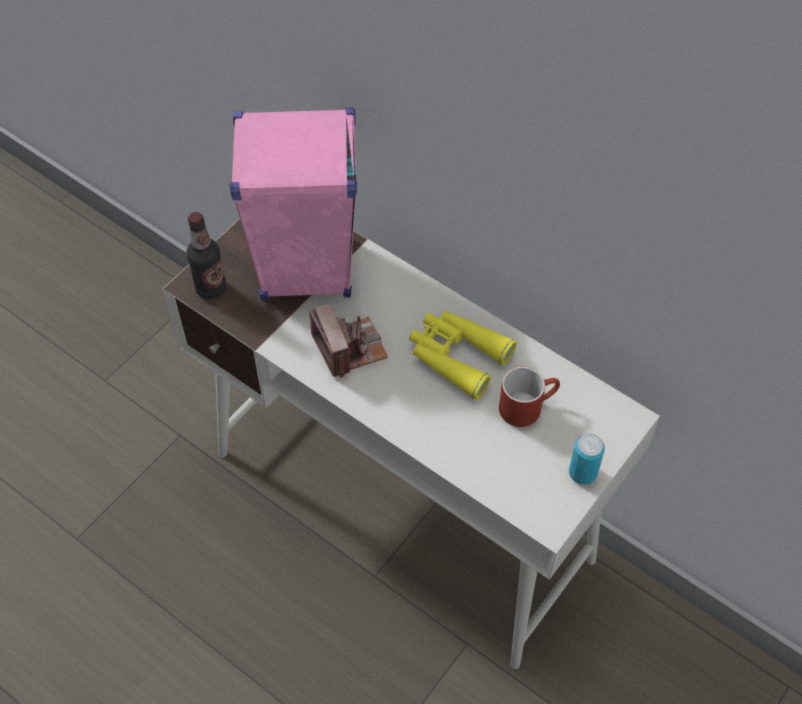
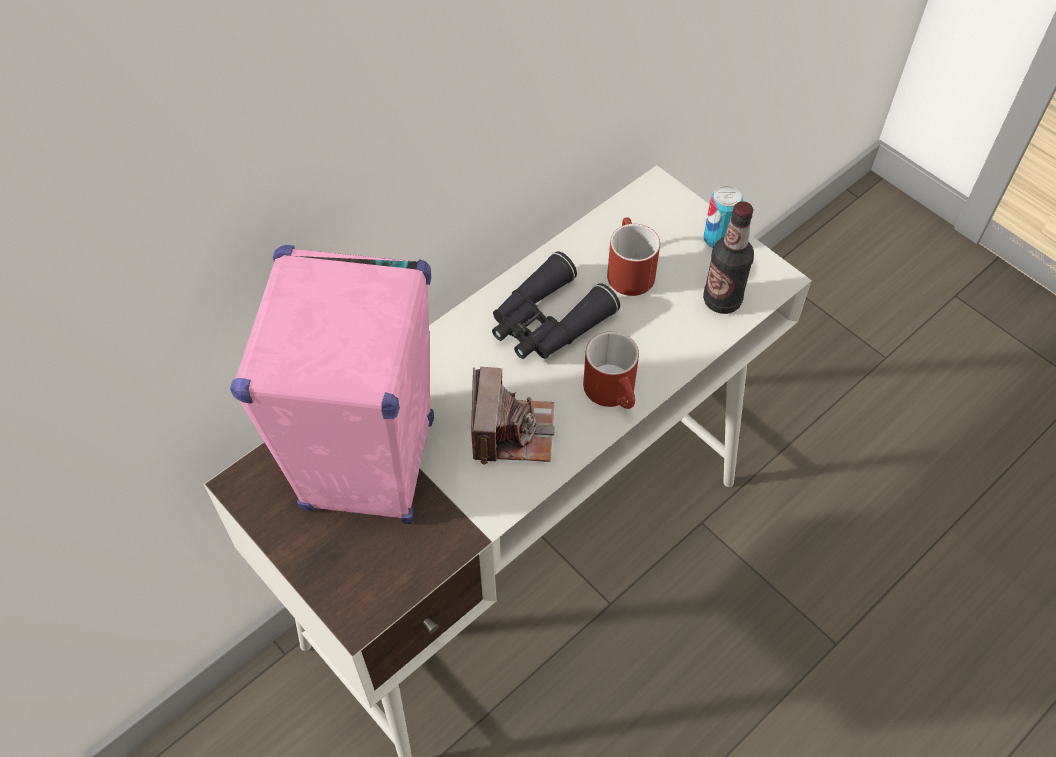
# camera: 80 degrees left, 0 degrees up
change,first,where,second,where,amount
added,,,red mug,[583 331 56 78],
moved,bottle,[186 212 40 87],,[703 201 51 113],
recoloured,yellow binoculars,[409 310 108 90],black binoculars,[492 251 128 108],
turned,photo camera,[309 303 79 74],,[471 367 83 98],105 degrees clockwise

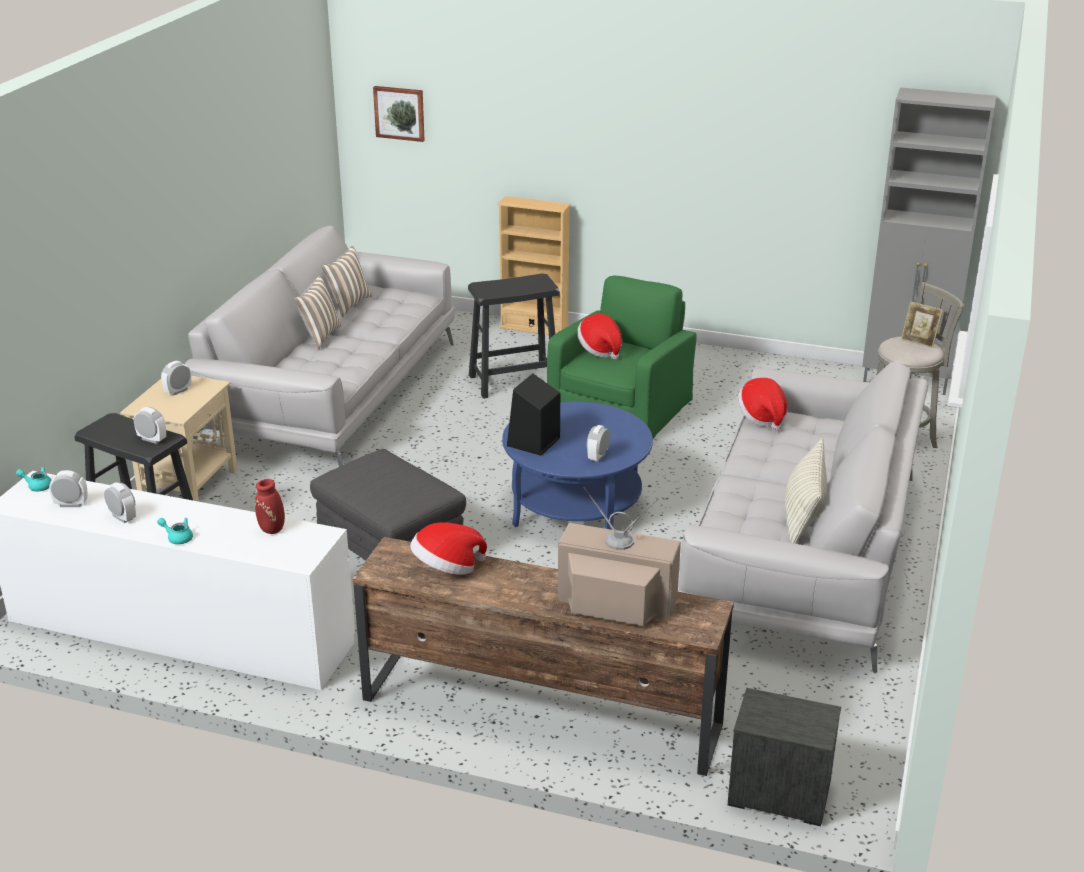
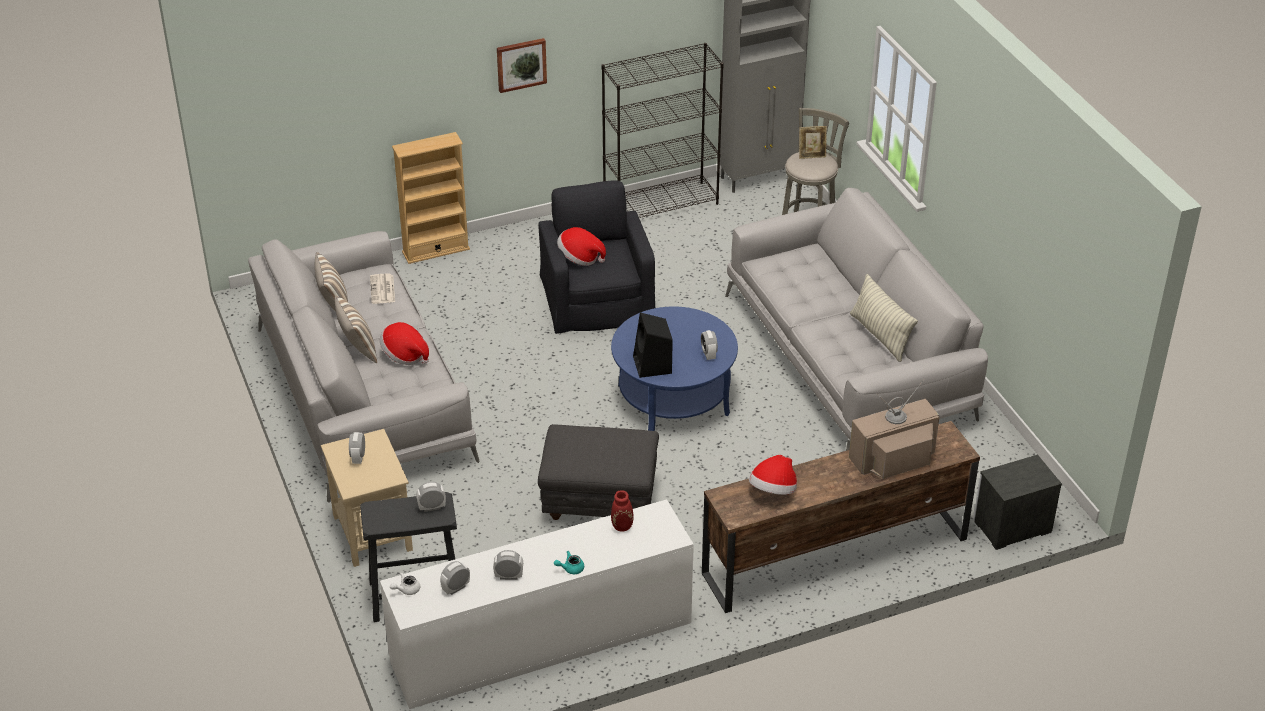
# camera: 40 degrees left, 10 degrees up
change,first,where,second,where,amount
removed,black stool,[468 274 92 125],,,
added,,,newspaper,[370 273 25 31],
added,,,black bookcase,[602 43 122 175],
moved,picture,[373 86 51 56],,[497 38 50 55],
moved,hat,[738 378 50 53],,[380 322 49 43],
recoloured,turquoise teapot,[16 467 35 24],white teapot,[390 572 30 23],
recoloured,green armchair,[547 276 150 163],black armchair,[539 181 116 153],

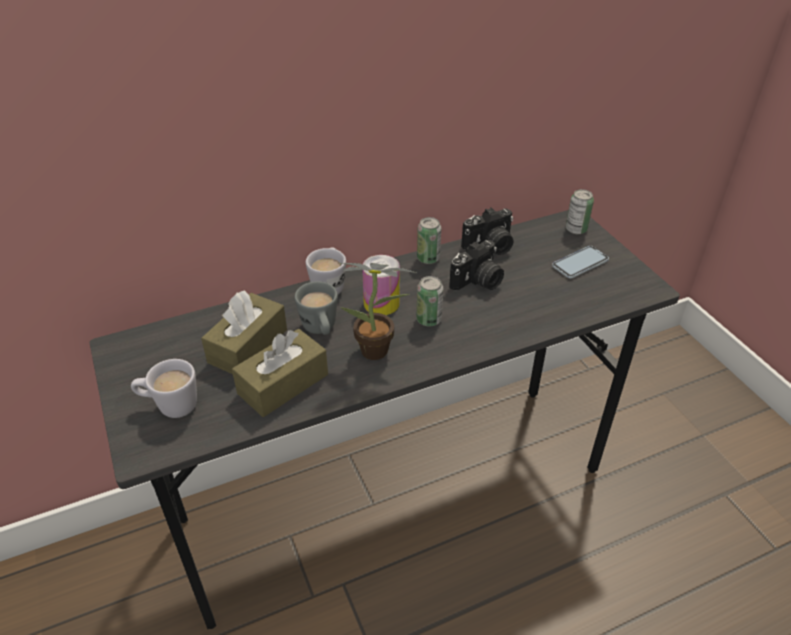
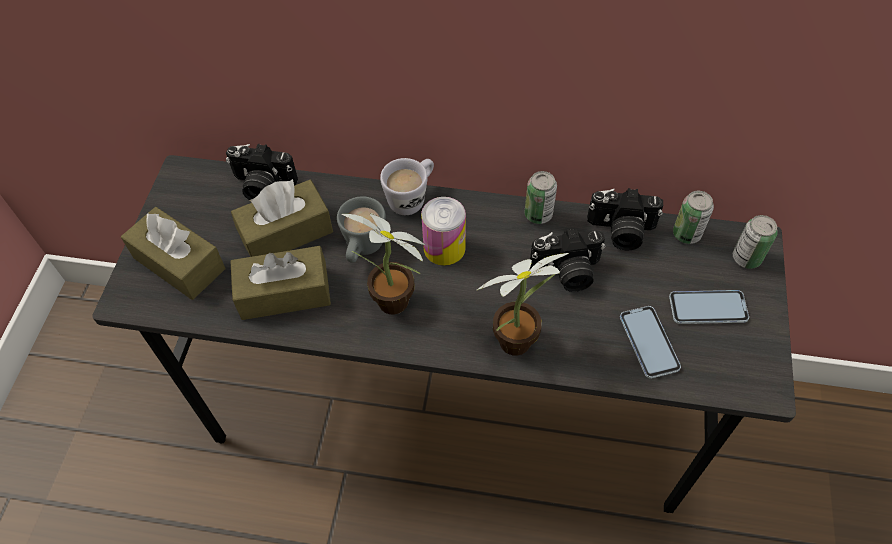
# camera: 35 degrees right, 15 degrees up
change,first,where,second,where,amount
added,,,photo camera,[226 144 72 56],
added,,,potted plant,[477 253 92 103],
added,,,phone,[620 306 61 73],
moved,can,[416 276 28 50],,[673 191 41 53],
replaced,white mug,[131 359 66 59],brown tissue box,[121 207 104 93],

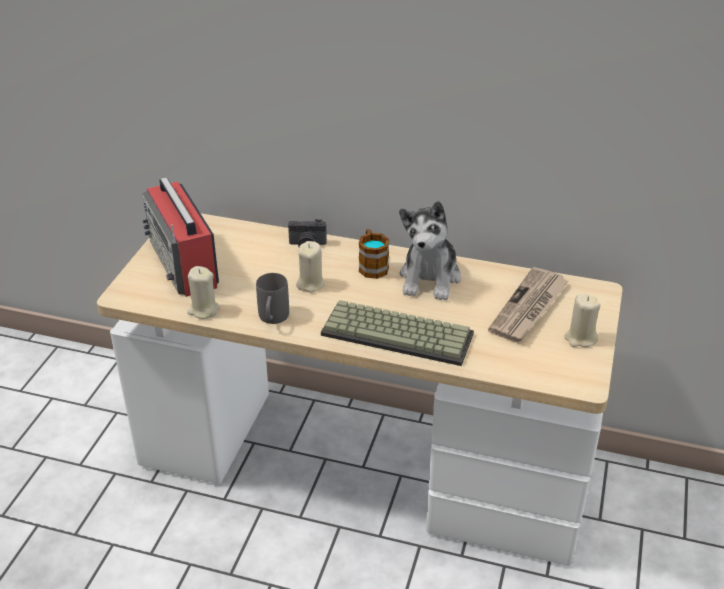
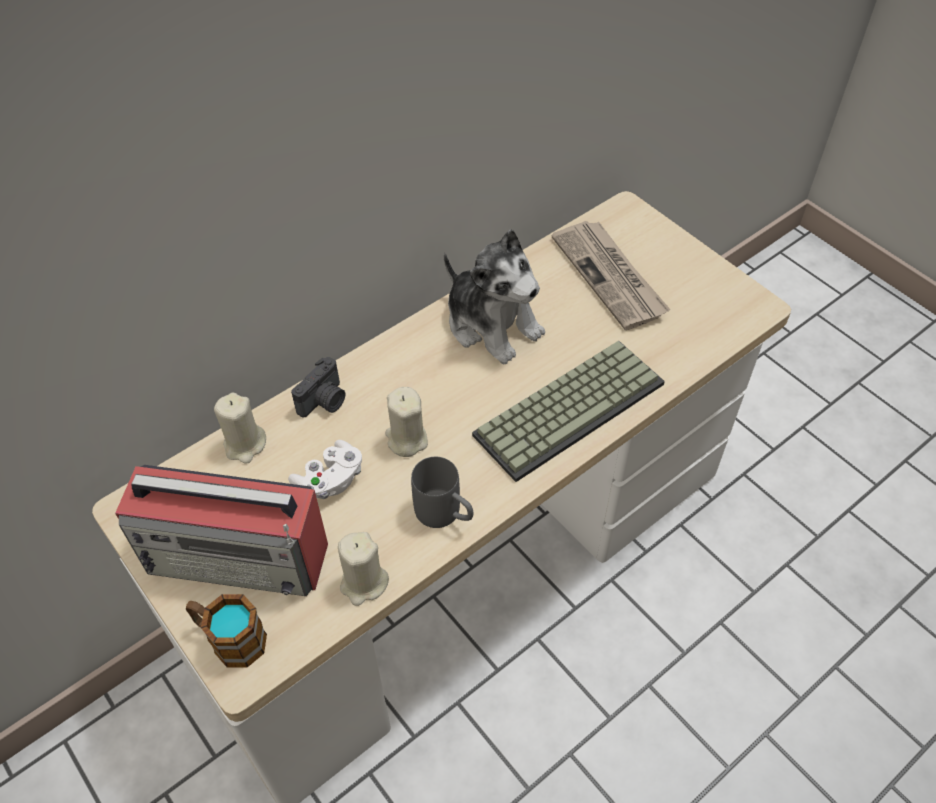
# camera: 55 degrees left, 15 degrees up
change,first,where,second,where,amount
added,,,white game controller,[288 440 74 59],
moved,mug,[359 229 31 50],,[186 594 81 73],
moved,beige candle,[564 294 37 53],,[214 393 52 71],

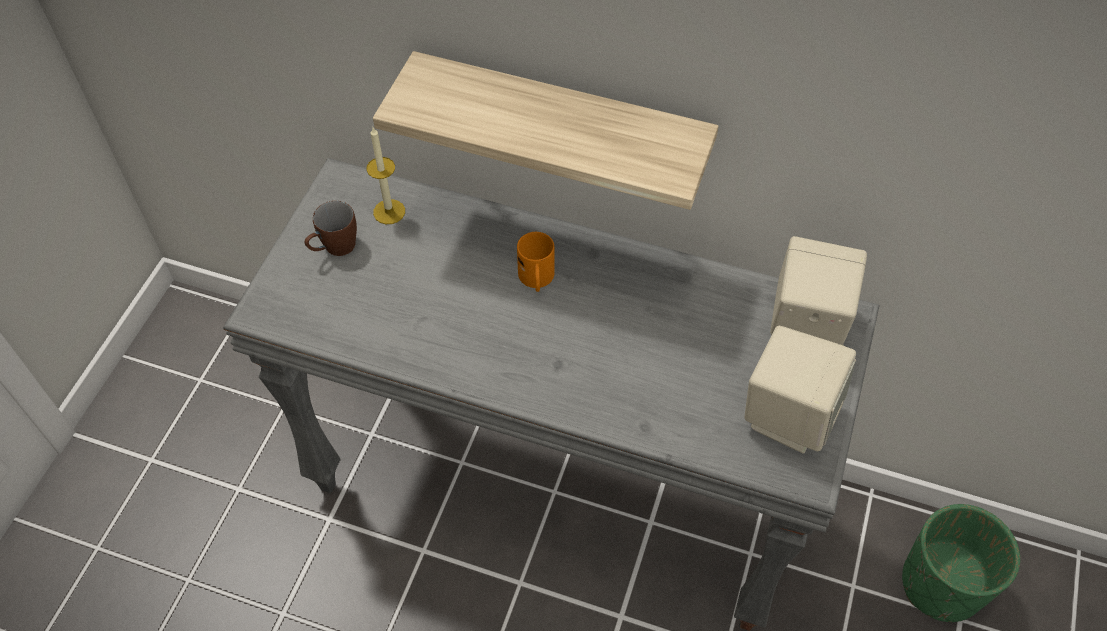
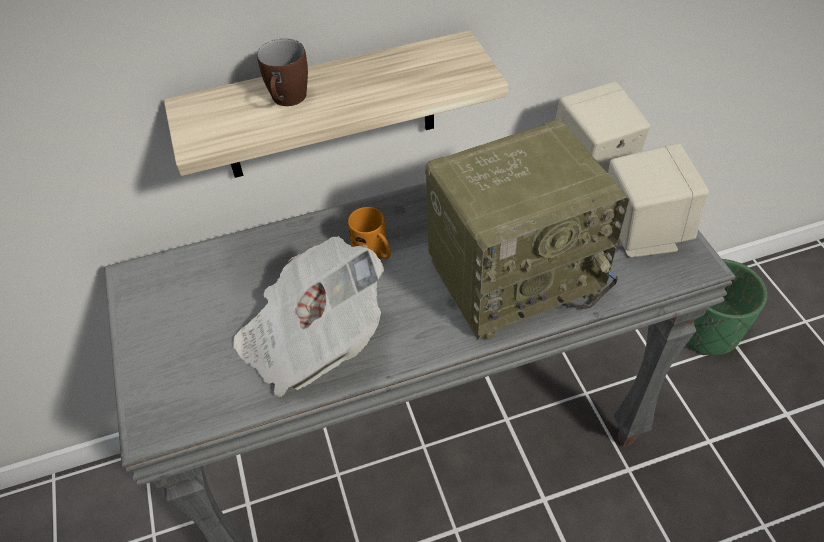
# camera: 35 degrees left, 5 degrees down
change,first,where,second,where,amount
removed,candle,[367 127 38 97],,,
added,,,newspaper,[233 236 151 161],
added,,,radio,[425 120 205 220],
moved,brown mug,[305 201 52 55],,[257 39 51 67],

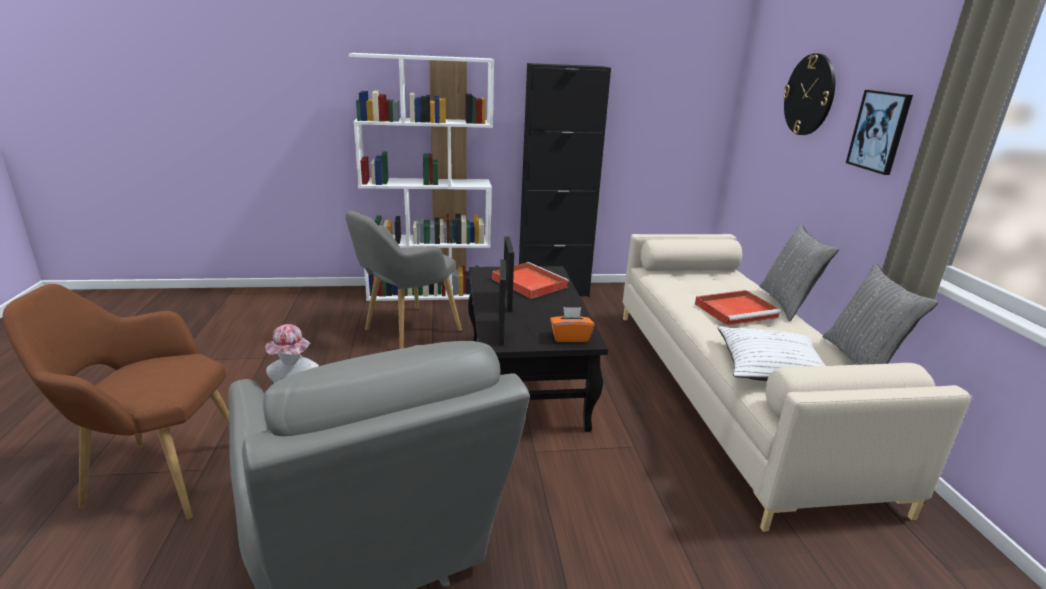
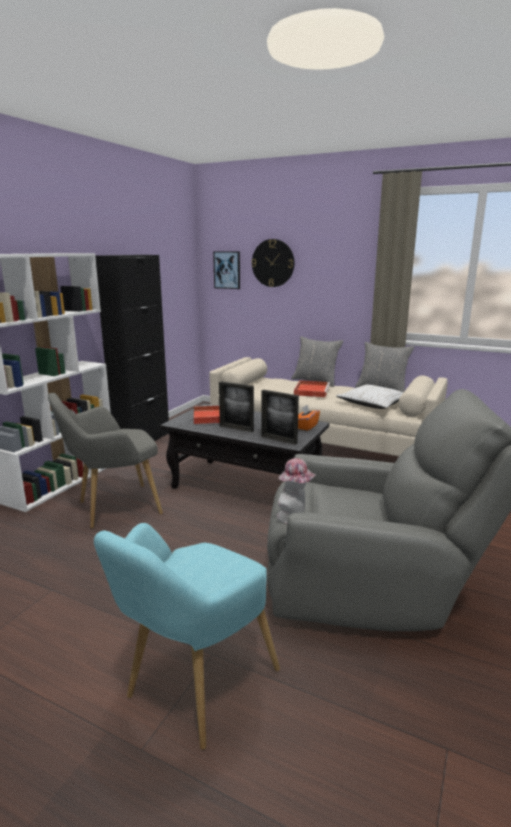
# camera: 55 degrees left, 5 degrees down
change,first,where,second,where,amount
moved,picture,[846 90 67 85],,[213 251 27 38],
recoloured,brown armchair,[3 284 226 235],turquoise armchair,[94 523 186 227],
turned,grey armchair,[345 211 117 138],,[48 393 115 135],75 degrees clockwise

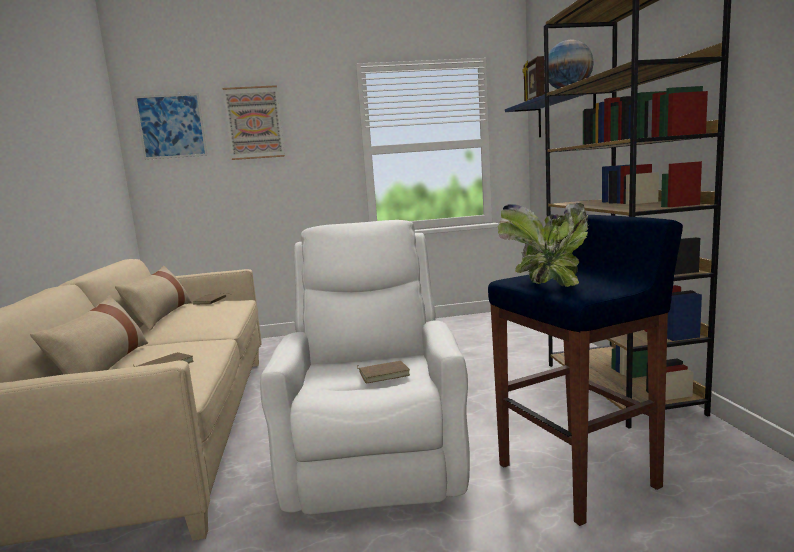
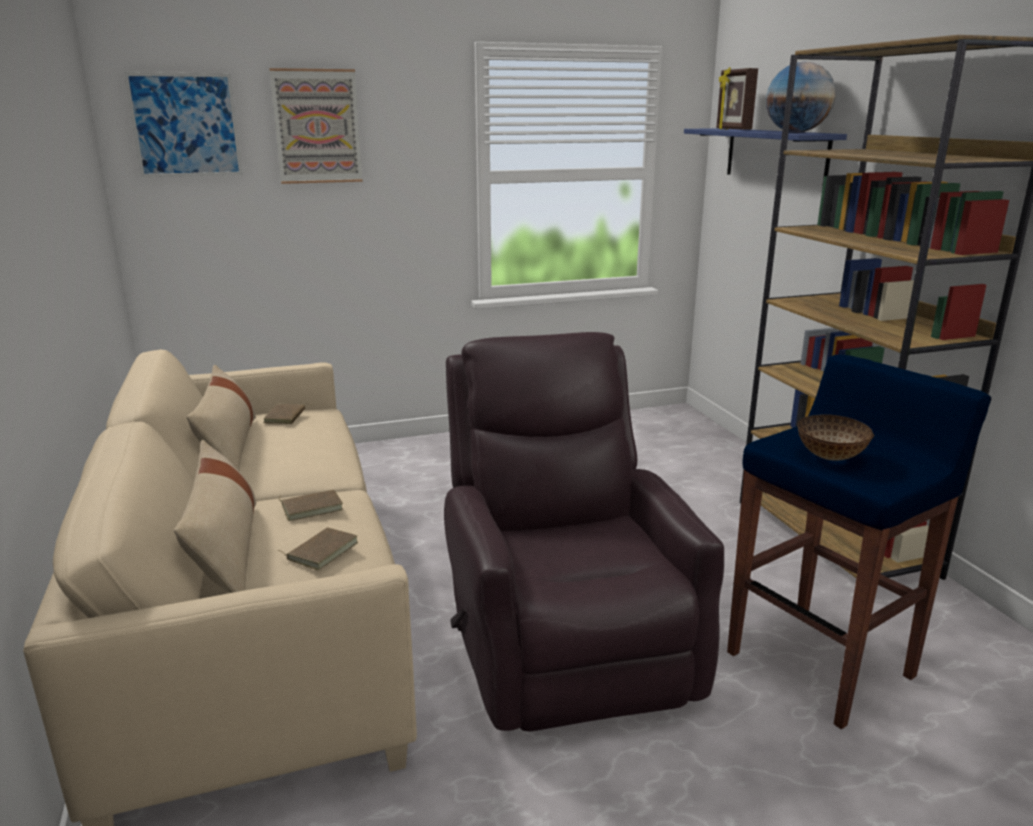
# camera: 10 degrees left, 10 degrees up
change,first,where,second,where,amount
moved,brown book,[357 361 53 22],,[279 490 64 31],
replaced,potted plant,[498 203 91 84],bowl,[798 414 76 47],
recoloured,white armchair,[260 220 210 295],brown armchair,[444 332 280 399],

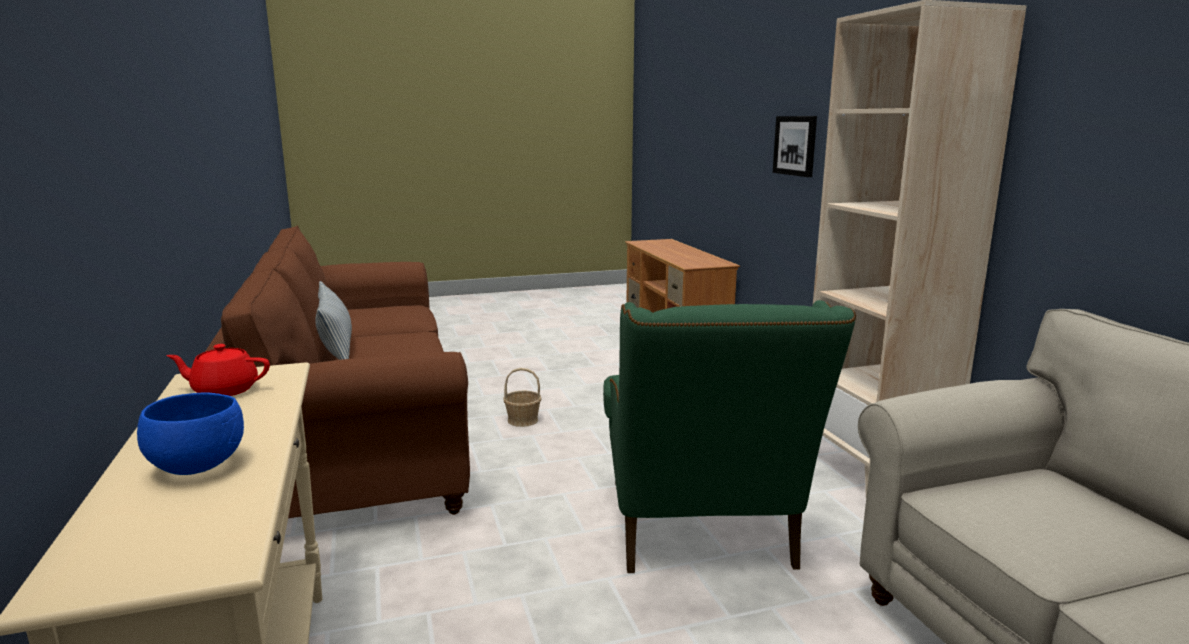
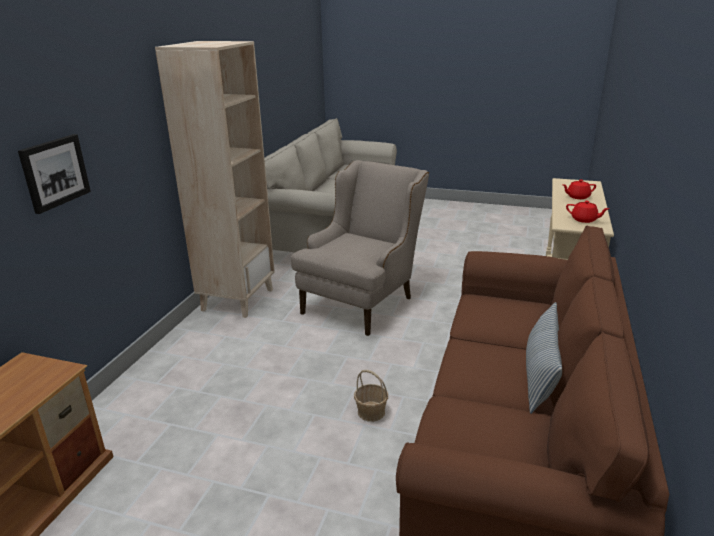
# camera: 145 degrees left, 10 degrees up
change,first,where,second,where,amount
replaced,blue bowl,[137 392 107 83],red teapot,[563 179 33 20],
recoloured,green armchair,[603 300 253 273],beige armchair,[291 160 138 176],

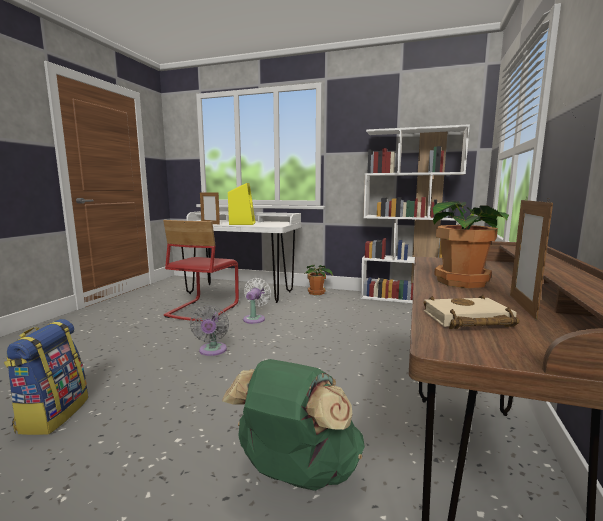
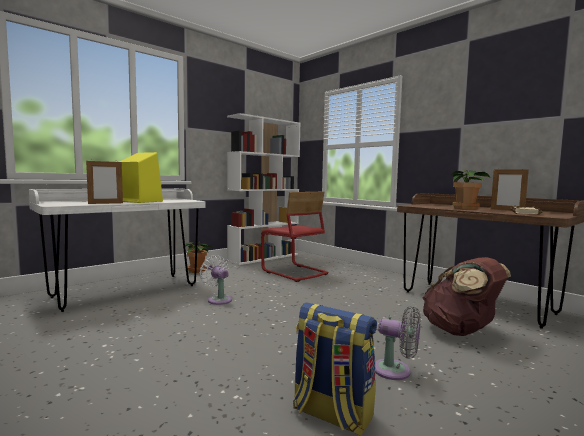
# camera: 60 degrees left, 5 degrees down
change,first,where,second,where,amount
moved,red chair,[163 220 76 101],,[261 192 67 90],
moved,grey fan,[190 306 39 50],,[375 306 46 74],
recoloured,green backpack,[222 359 143 132],brown backpack,[422 257 89 79],

